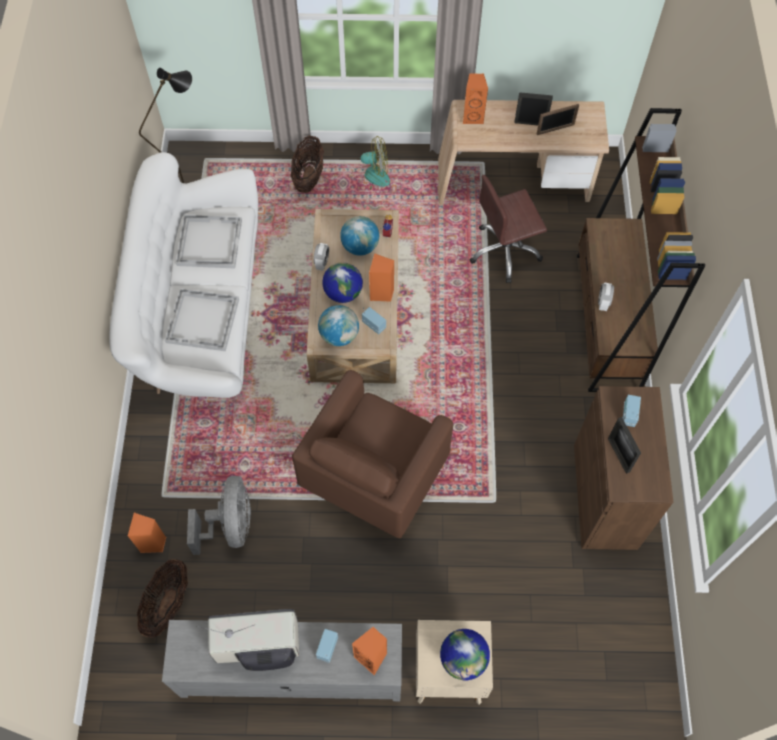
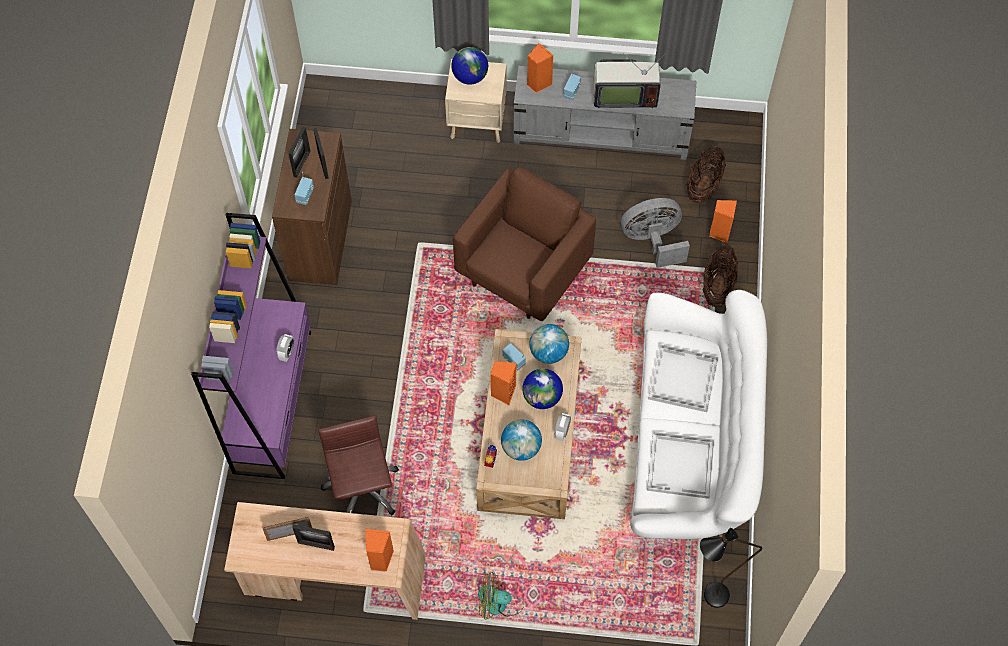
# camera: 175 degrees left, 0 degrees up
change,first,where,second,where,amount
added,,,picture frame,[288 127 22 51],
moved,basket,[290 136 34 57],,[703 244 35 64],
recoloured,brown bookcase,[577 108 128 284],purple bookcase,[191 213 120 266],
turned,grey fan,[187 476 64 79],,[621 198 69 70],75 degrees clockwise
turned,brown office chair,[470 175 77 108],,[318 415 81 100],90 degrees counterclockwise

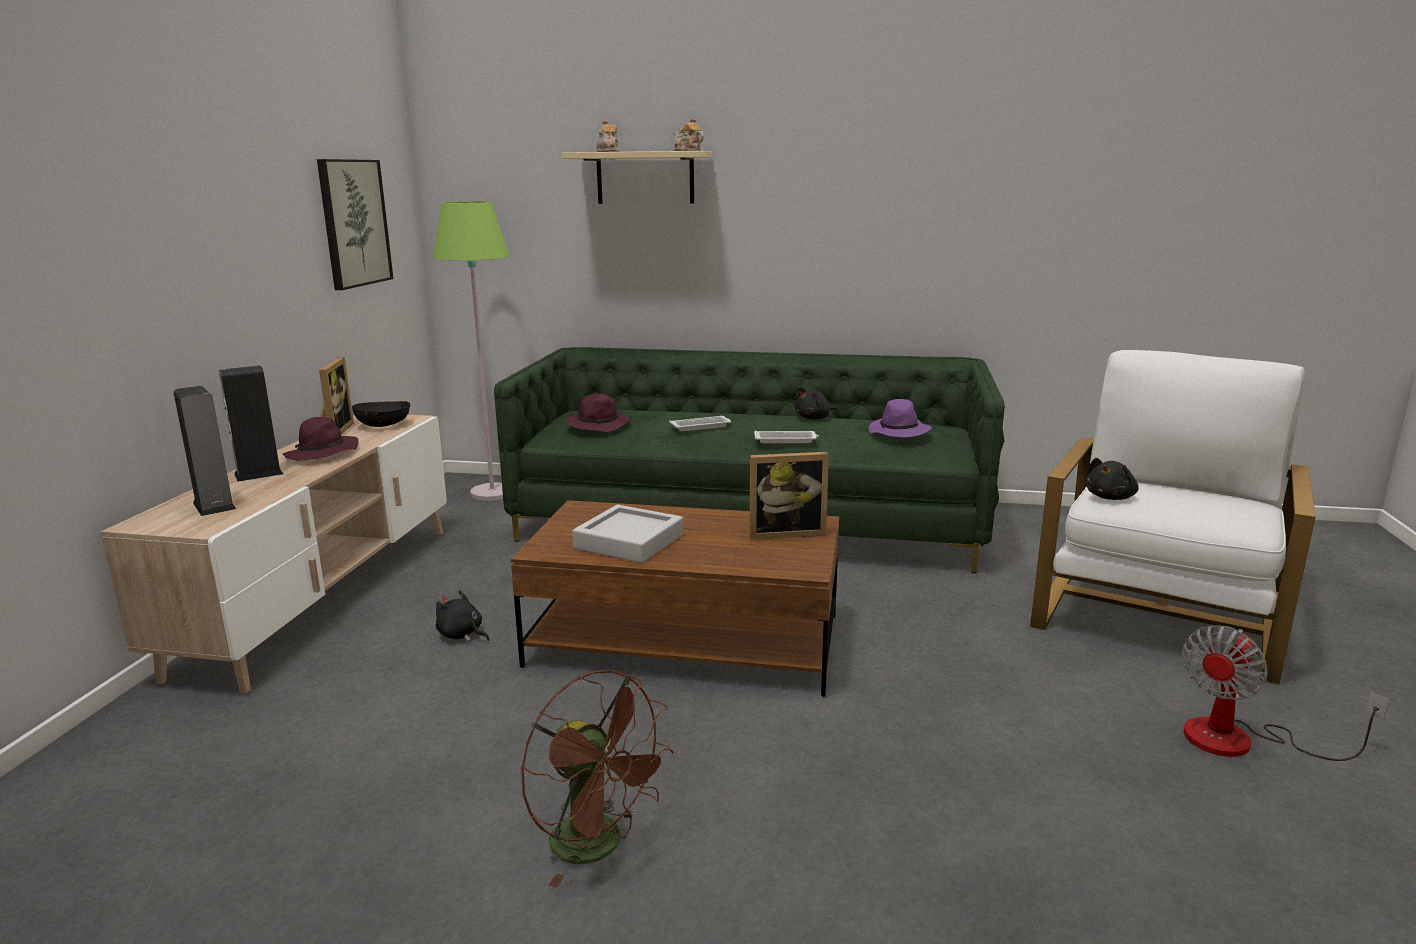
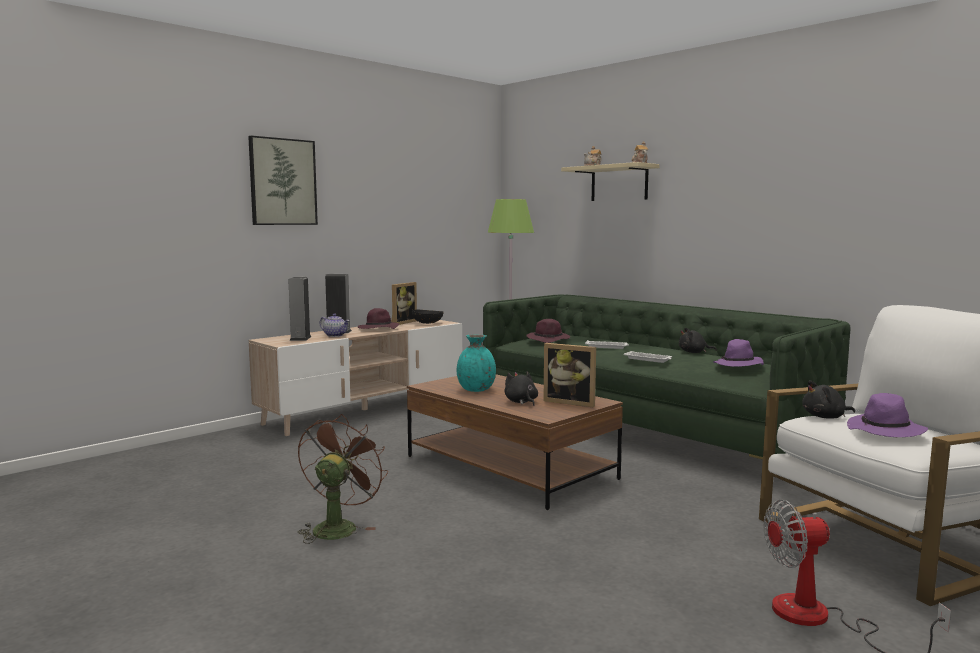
# camera: 35 degrees right, 10 degrees down
change,first,where,second,where,amount
added,,,teapot,[319 313 31 24],
added,,,purple hat,[847 393 81 44],
moved,picture,[317 159 76 131],,[248 136 70 89],
moved,black plush toy,[436 590 53 51],,[505 371 33 35],
replaced,grey tray,[572 505 111 58],turquoise vase,[457 334 39 58],
turned,brown fan,[521 670 153 218],,[298 414 90 130],150 degrees counterclockwise

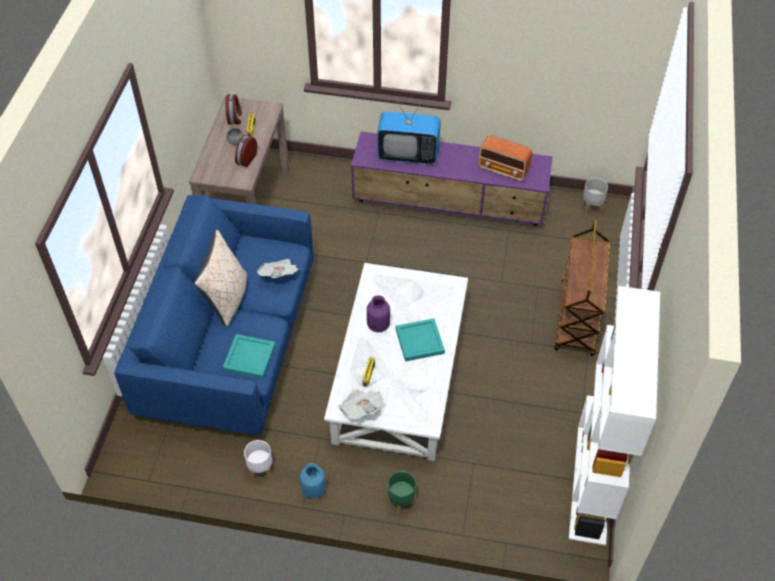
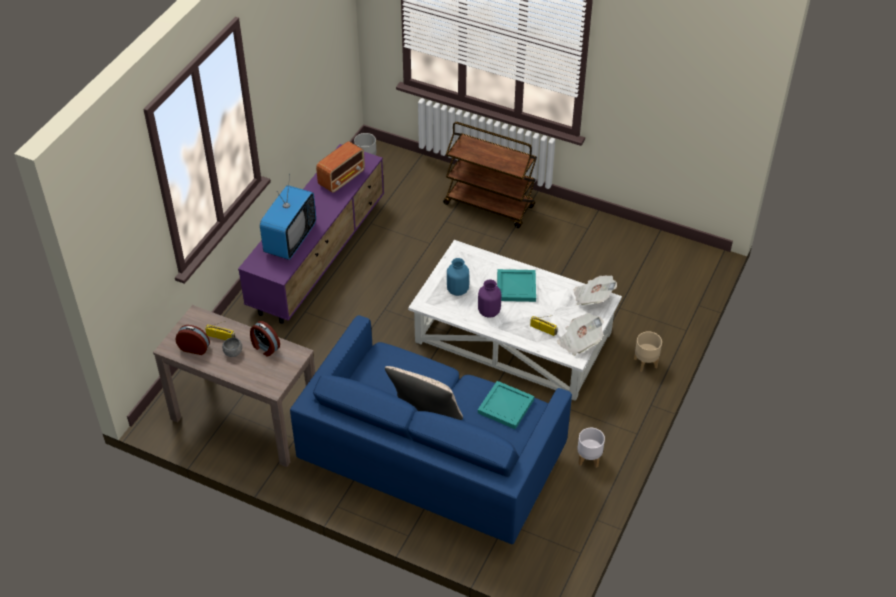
# camera: 75 degrees left, 5 degrees down
change,first,where,second,where,amount
removed,white bookcase,[569 286 91 260],,,
moved,newspaper,[257 259 42 19],,[574 276 43 29],
moved,blue vase,[300 463 26 36],,[447 258 22 38],
recoloured,green planter,[388 471 28 43],beige planter,[634 331 28 41],

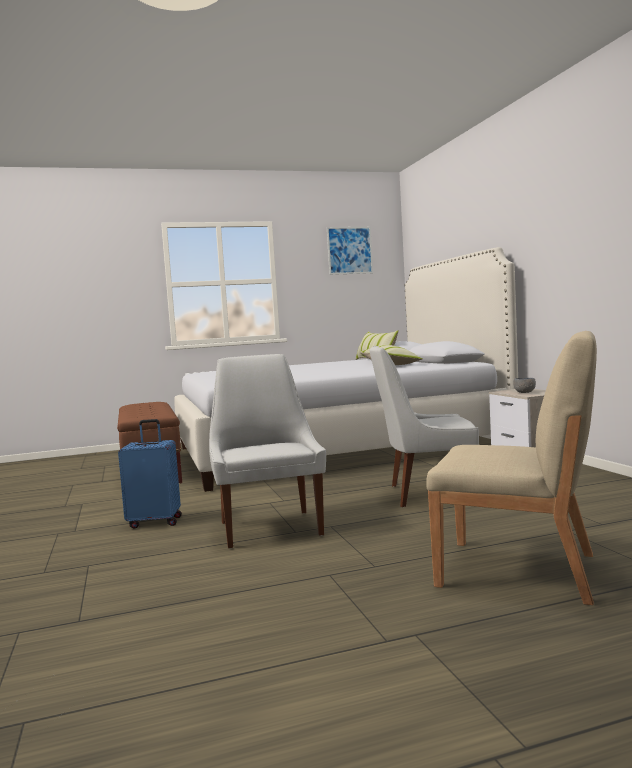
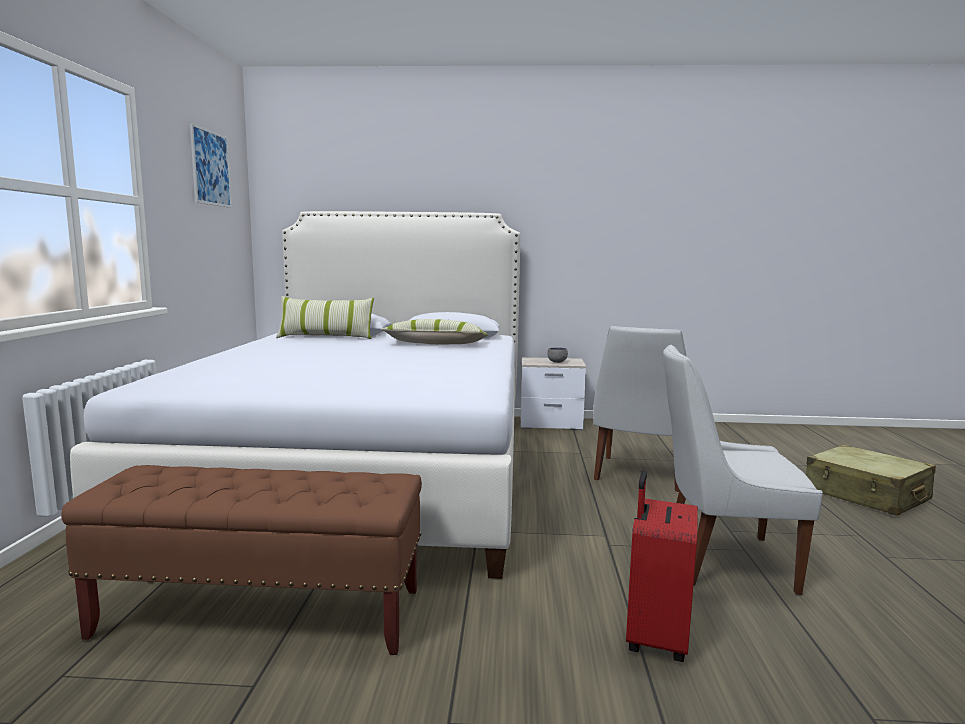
# camera: 70 degrees left, 5 degrees up
change,first,where,second,where,amount
replaced,beige chair,[426 331 171 274],beige suitcase,[806 444 130 72],
recoloured,blue suitcase,[118 419 64 109],red suitcase,[626 471 72 191],

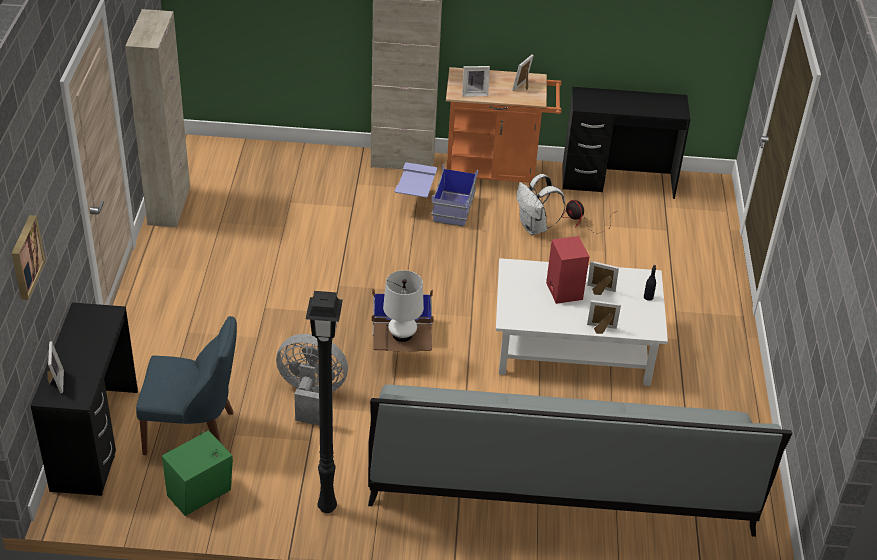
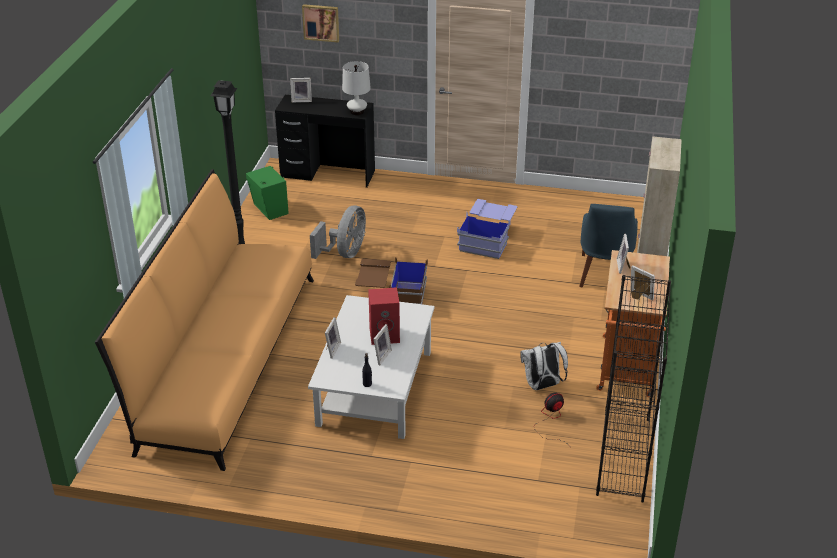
# camera: 100 degrees right, 5 degrees down
change,first,where,second,where,amount
removed,beige cabinet,[125 9 65 218],,,
moved,blue chair,[136 316 101 139],,[579 204 59 83],
moved,white table lamp,[383 270 41 72],,[342 61 29 54],
moved,blue storage box,[395 162 83 65],,[457 199 60 60],
replaced,black desk,[562 87 128 112],black bookcase,[596 275 75 228],
recoloured,grey sofa,[368 384 425 153],orange sofa,[95 169 219 302],

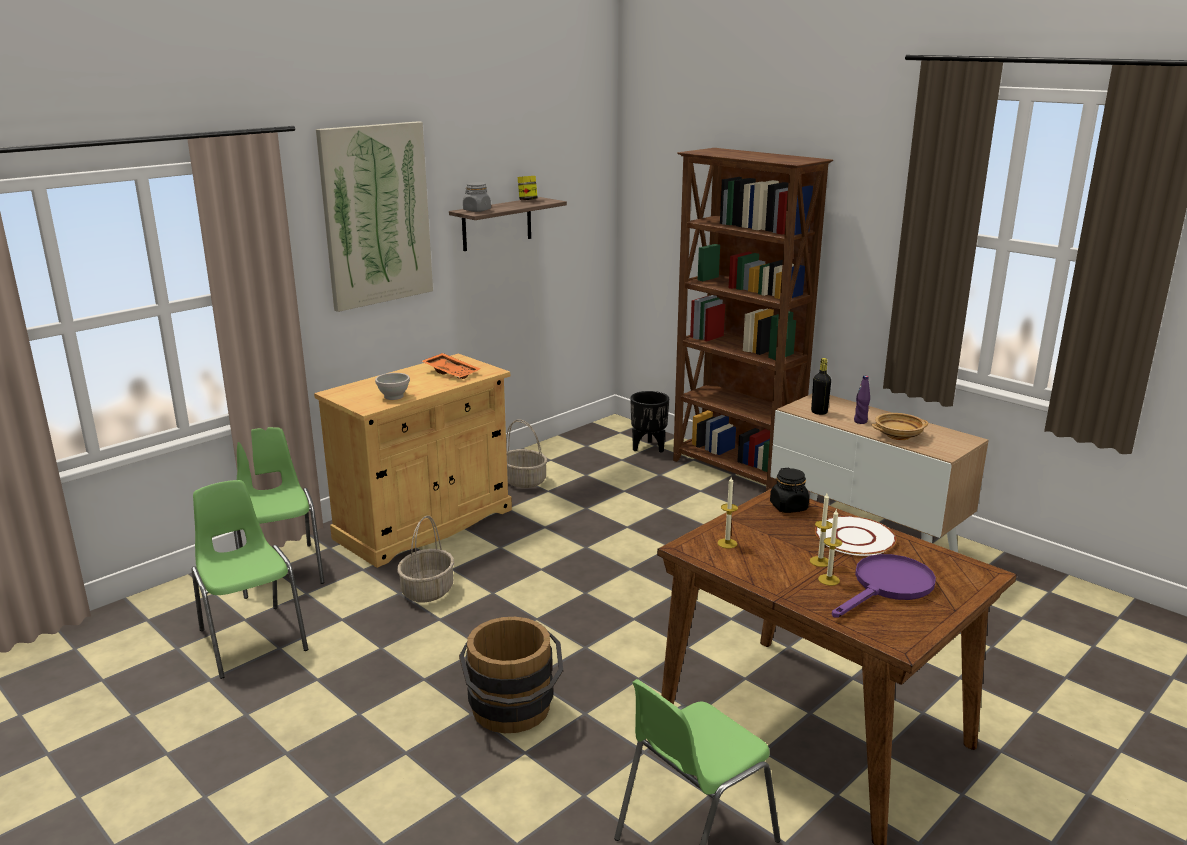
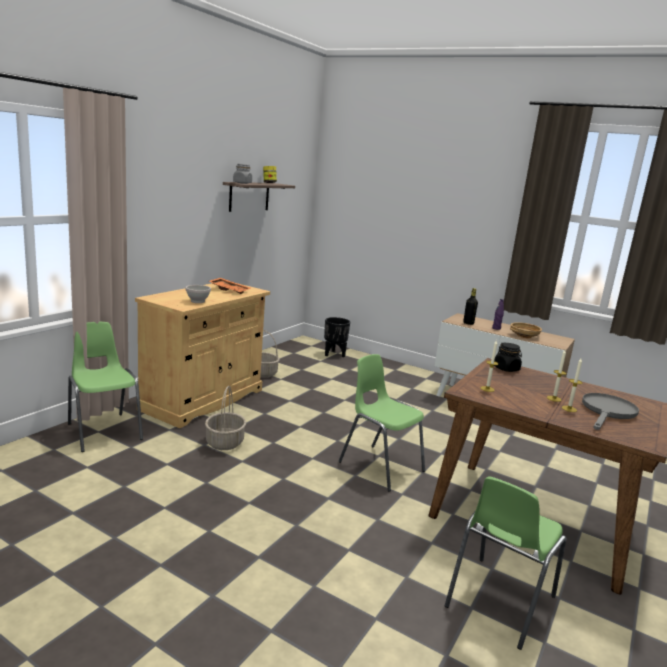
# camera: 15 degrees left, 5 degrees down
change,first,where,second,where,amount
removed,picture,[316 121 117 191],,,
removed,brown bucket,[459 617 104 116],,,
removed,brown bookcase,[673 148 160 343],,,
removed,white plate,[815 516 82 40],,,
moved,green chair,[191 480 117 199],,[338 354 87 137],
recoloured,purple frying pan,[832 554 104 64],grey frying pan,[582 393 57 37],

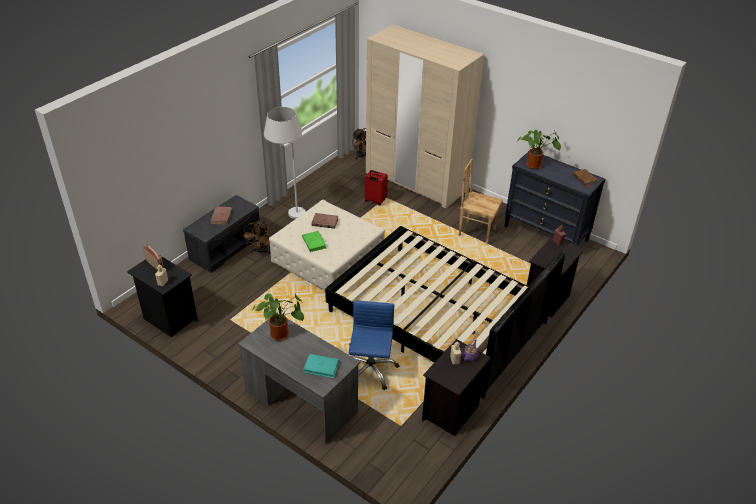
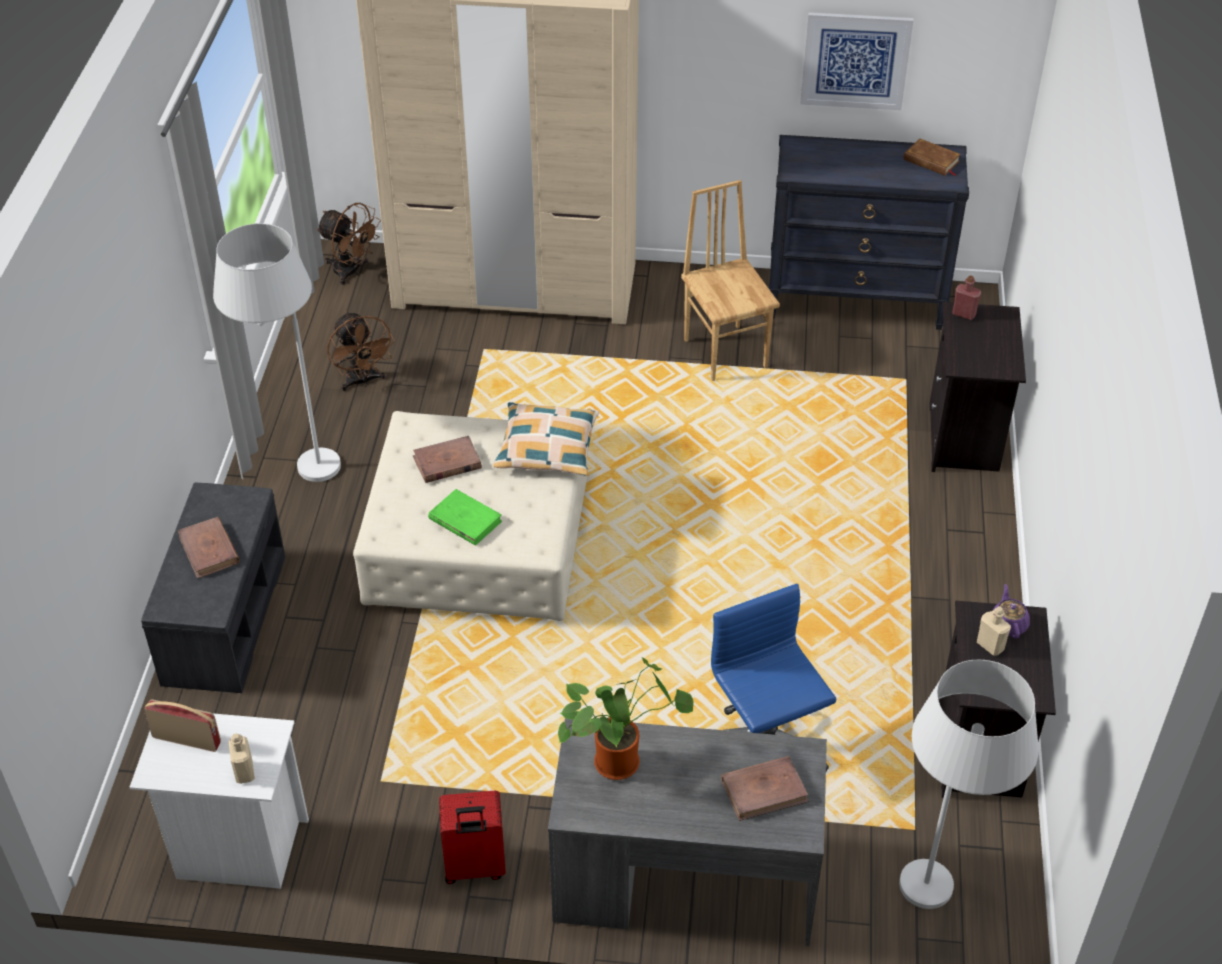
# camera: 30 degrees left, 5 degrees up
change,first,where,second,where,amount
removed,black bed,[325 226 240 173],,,
removed,potted plant,[518 130 43 39],,,
added,,,pillow,[493 402 106 74],
added,,,picture,[800 12 113 98],
added,,,white floor lamp,[899 660 140 249],
moved,brown fan,[242 220 30 34],,[327 311 68 80],
moved,red suitcase,[365 170 23 35],,[439 791 67 93],
recoloured,black nightstand,[127 256 71 81],white nightstand,[130 713 179 176],
recoloured,turquoise book,[303 354 36 24],brown book,[721 756 88 65],
turned,brown chair,[459 158 44 86],,[681 180 99 201],75 degrees clockwise

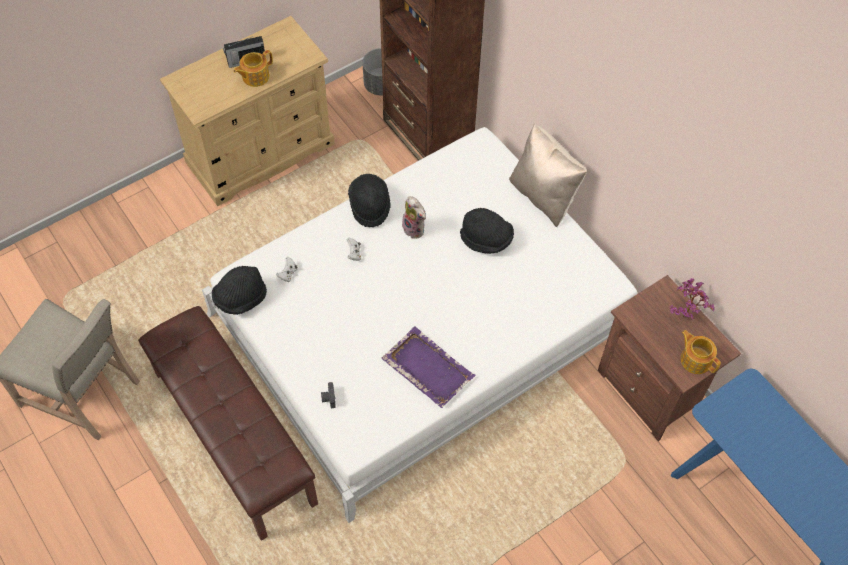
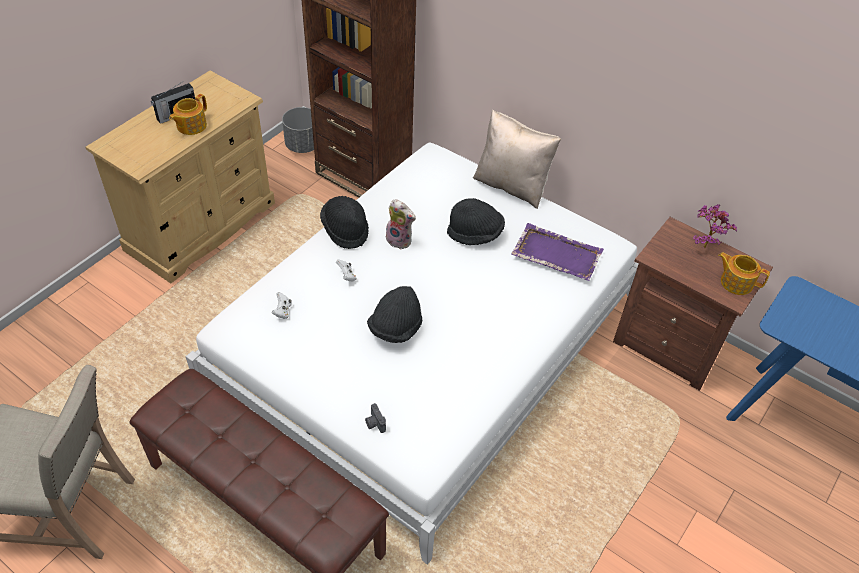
# camera: 20 degrees left, 10 degrees down
change,first,where,second,where,amount
moved,black hat,[212 266 55 49],,[367 286 55 57],
moved,purple tray,[381 326 94 82],,[511 223 93 58],

